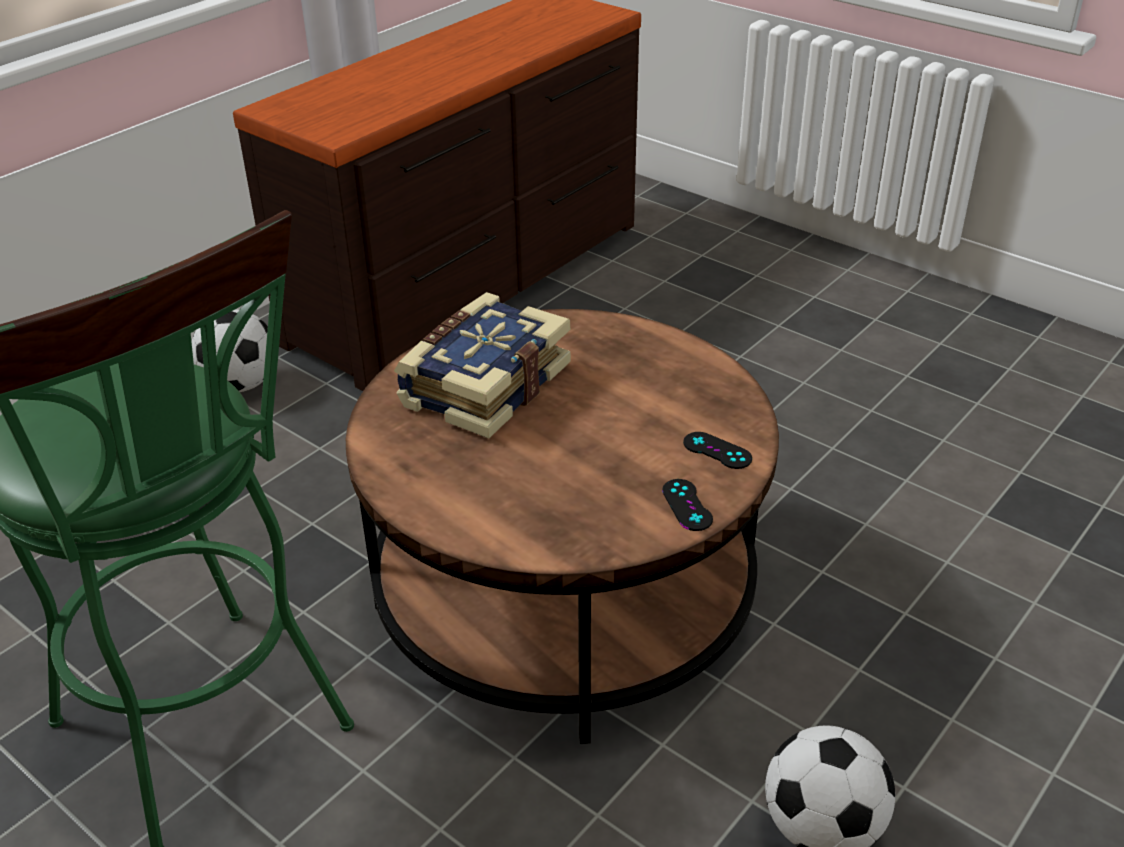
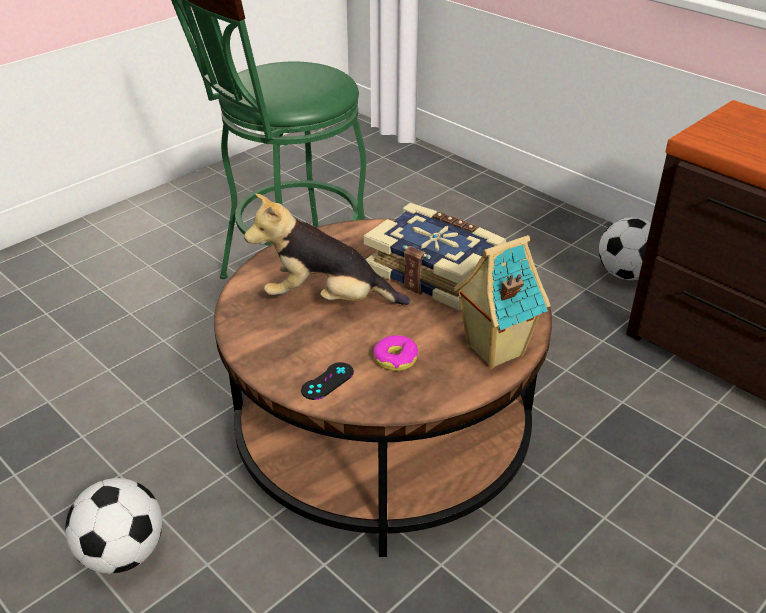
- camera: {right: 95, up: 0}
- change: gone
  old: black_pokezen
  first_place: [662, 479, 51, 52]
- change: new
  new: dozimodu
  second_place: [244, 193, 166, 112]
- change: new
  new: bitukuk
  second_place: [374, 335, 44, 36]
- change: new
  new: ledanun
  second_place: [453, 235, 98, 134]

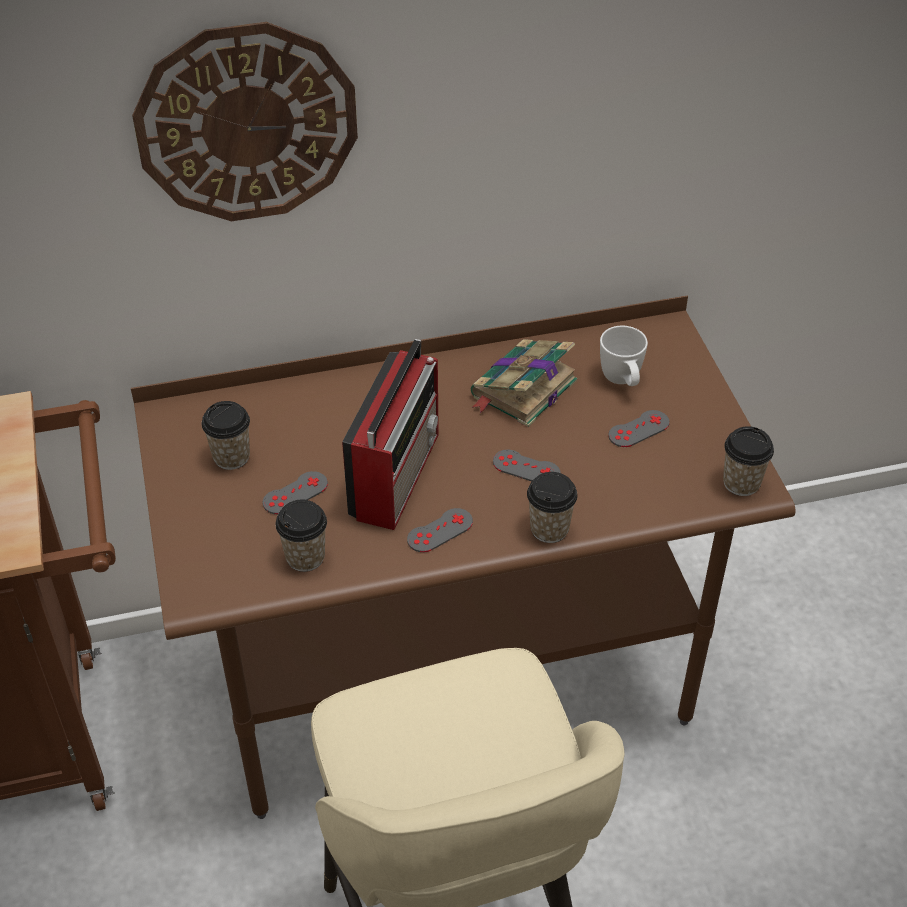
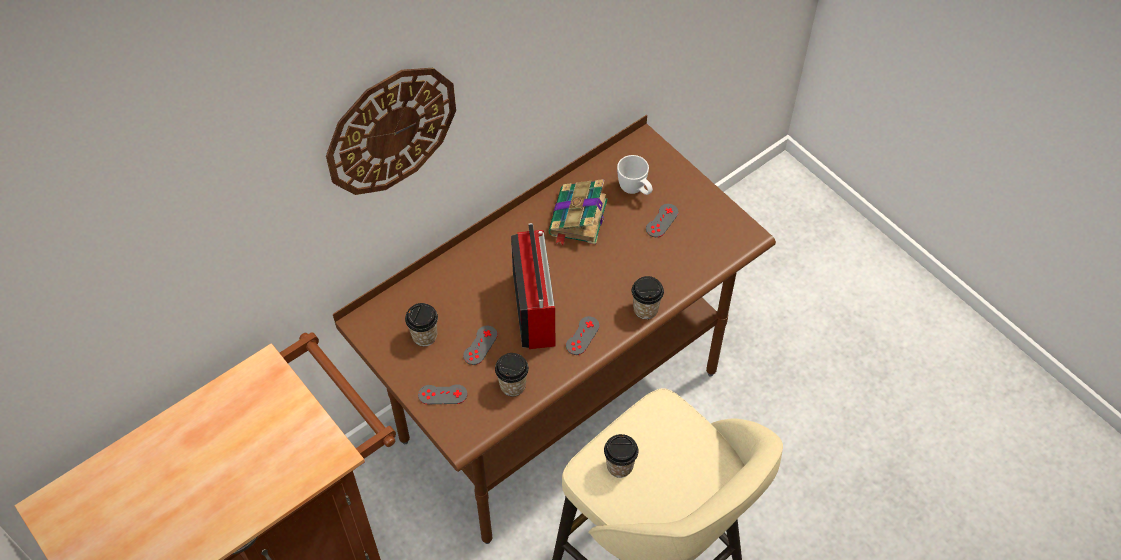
- camera: {right: -25, up: 10}
- change: shifted
  old: grey_pokezen
  first_place: [493, 450, 68, 31]
  second_place: [418, 384, 50, 20]
- change: shifted
  old: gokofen
  first_place: [723, 426, 51, 70]
  second_place: [604, 434, 35, 44]

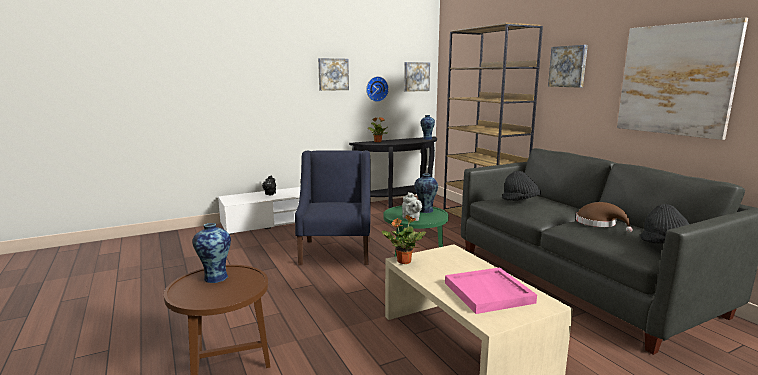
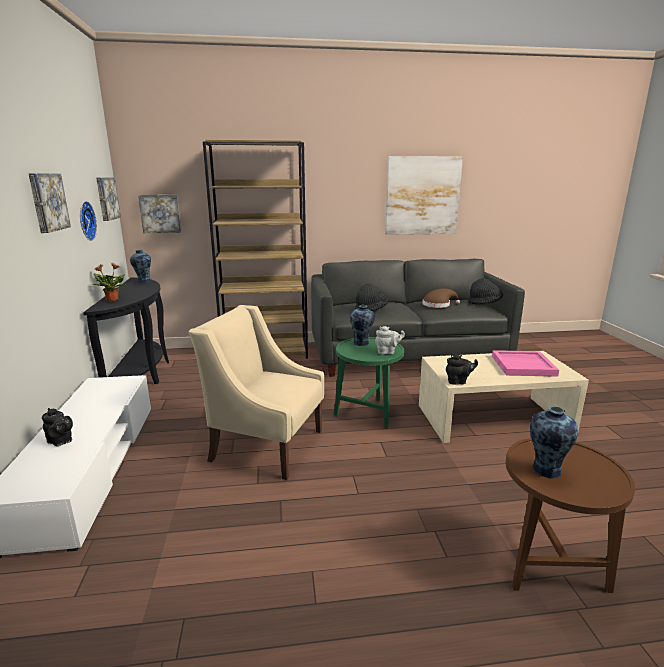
- camera: {right: -70, up: 5}
- change: shifted
  old: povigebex
  first_place: [548, 45, 40, 43]
  second_place: [138, 195, 43, 38]
- change: swapped
  old: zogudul
  new: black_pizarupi
  first_place: [382, 215, 44, 49]
  second_place: [446, 354, 32, 30]
- change: repainted
  old: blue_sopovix
  new: beige_sopovix
  first_place: [295, 150, 76, 115]
  second_place: [189, 305, 135, 175]

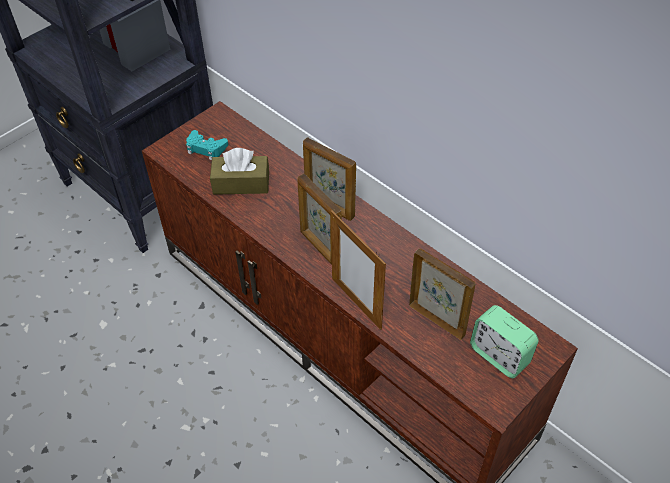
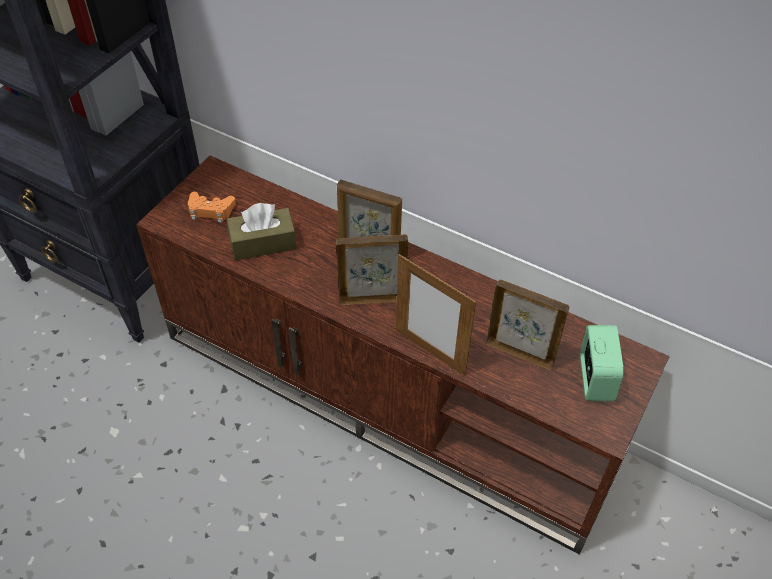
- camera: {right: -15, up: 0}
- change: repainted
  old: turquoise_pokezen
  new: orange_pokezen
  first_place: [186, 130, 42, 30]
  second_place: [188, 192, 48, 31]
- change: rotated
  old: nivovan
  first_place: [297, 174, 45, 91]
  second_place: [336, 234, 72, 71]
  degrees: 135
- change: rotated
  old: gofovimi
  first_place: [470, 305, 69, 73]
  second_place: [580, 325, 44, 76]
  degrees: -120

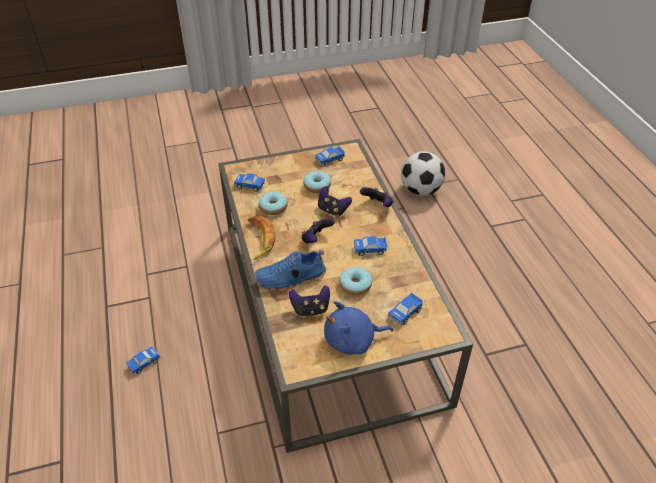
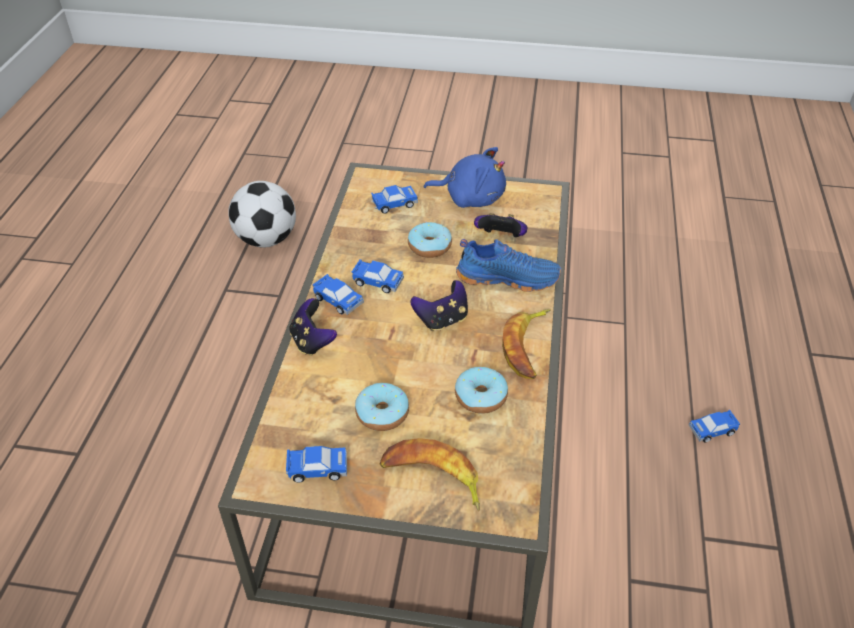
- camera: {right: -155, up: 0}
- change: gone
  old: pokezen
  first_place: [318, 186, 34, 31]
- change: new
  new: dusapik
  second_place: [379, 438, 101, 73]
- change: shifted
  old: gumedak
  first_place: [234, 173, 31, 19]
  second_place: [313, 274, 51, 41]
- change: shifted
  old: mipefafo
  first_place: [401, 151, 44, 45]
  second_place: [228, 181, 68, 67]

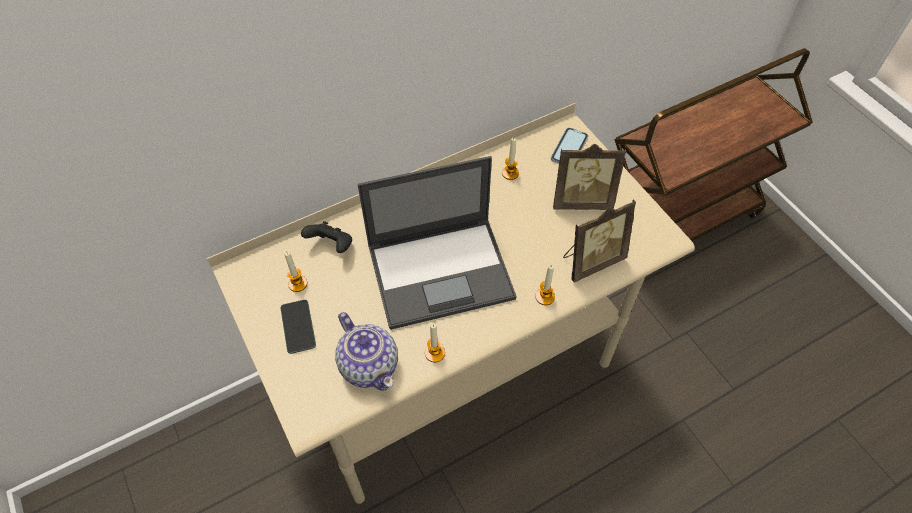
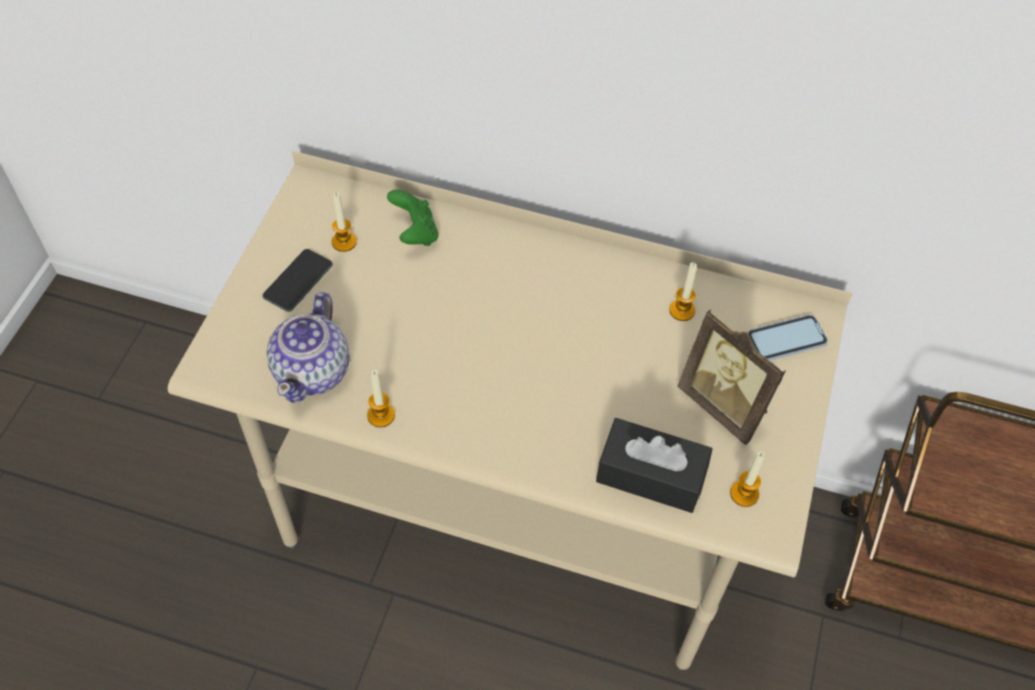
- camera: {right: 45, up: 0}
- change: gone
  old: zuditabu
  first_place: [358, 156, 159, 174]
- change: shifted
  old: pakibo
  first_place: [535, 265, 20, 40]
  second_place: [730, 452, 35, 55]
- change: swapped
  old: nivovan
  new: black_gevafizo
  first_place: [563, 200, 73, 83]
  second_place: [596, 418, 116, 95]
- change: repainted
  old: black_pokezen
  new: green_pokezen
  first_place: [301, 221, 51, 32]
  second_place: [387, 189, 52, 57]

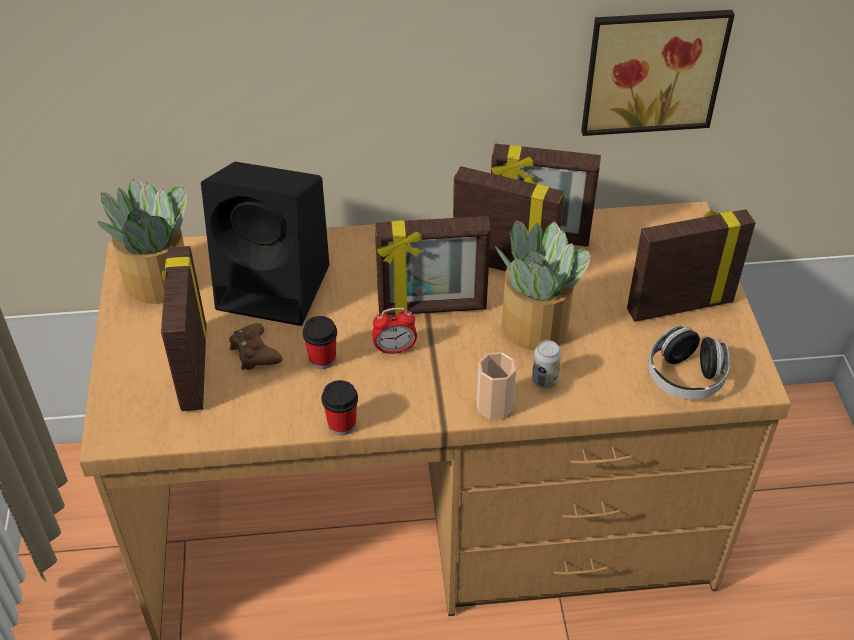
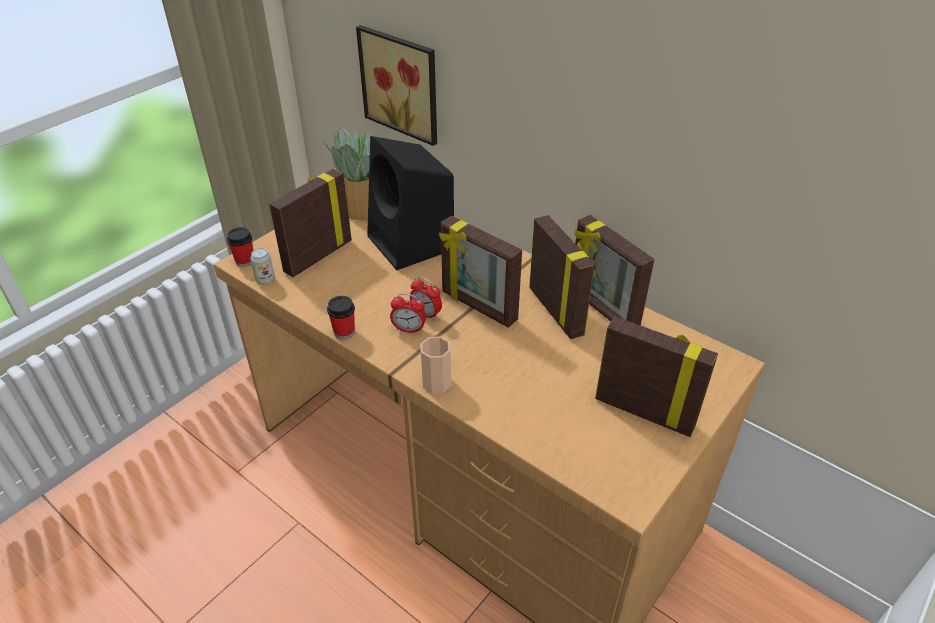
- camera: {right: 45, up: -5}
- change: gone
  old: brown_pokezen
  first_place: [229, 323, 54, 47]
- change: gone
  old: zogudul
  first_place: [495, 221, 96, 130]
- change: gone
  old: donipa
  first_place: [648, 326, 82, 73]
- change: new
  new: gofovimi
  second_place: [390, 293, 36, 40]
- change: shifted
  old: gokofen
  first_place: [303, 316, 34, 53]
  second_place: [227, 227, 26, 40]
- change: shifted
  old: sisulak
  first_place: [532, 340, 29, 48]
  second_place: [250, 248, 25, 37]
- change: shifted
  old: povigebex
  first_place: [581, 10, 154, 126]
  second_place: [356, 25, 81, 121]

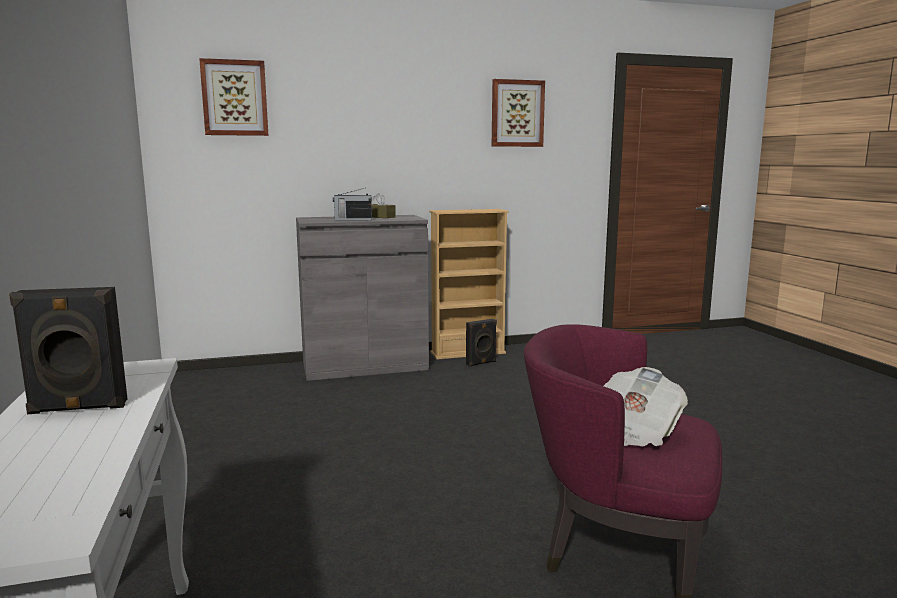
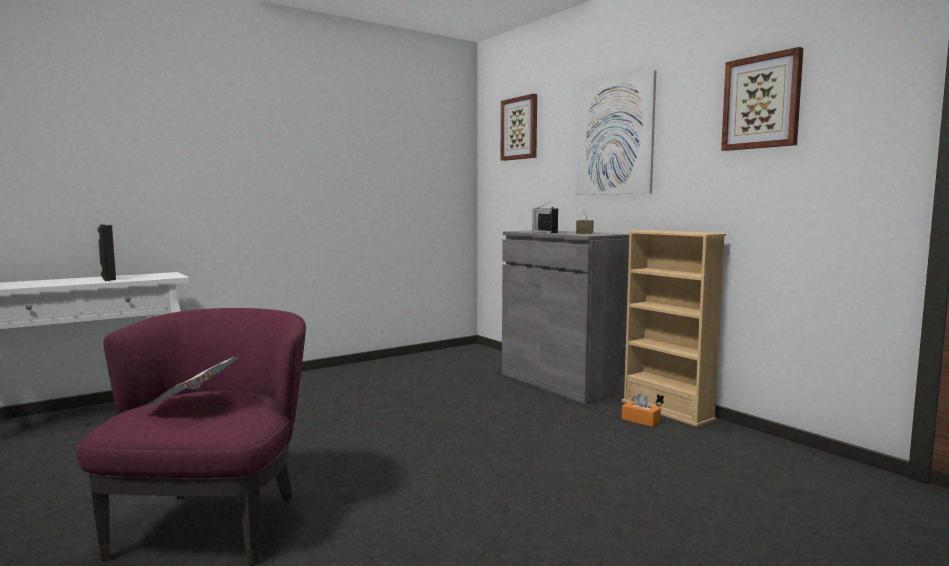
- camera: {right: 70, up: -5}
- change: new
  new: povigebex
  second_place: [576, 70, 80, 125]
- change: swapped
  old: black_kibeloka
  new: orange_gevafizo
  first_place: [466, 319, 31, 48]
  second_place: [622, 393, 39, 34]

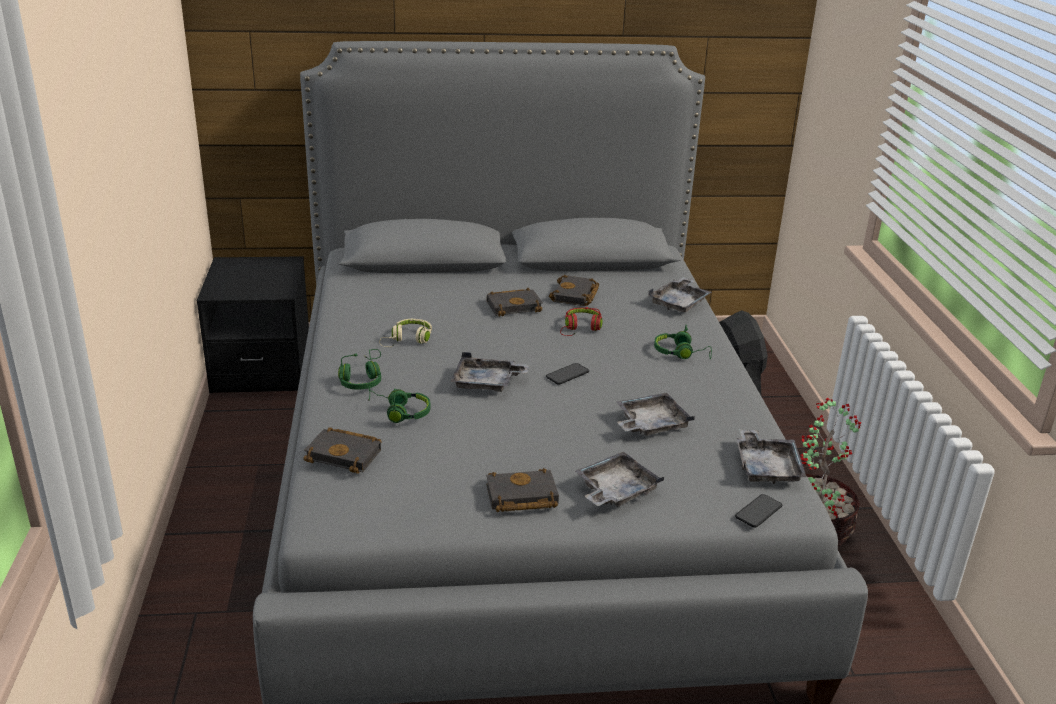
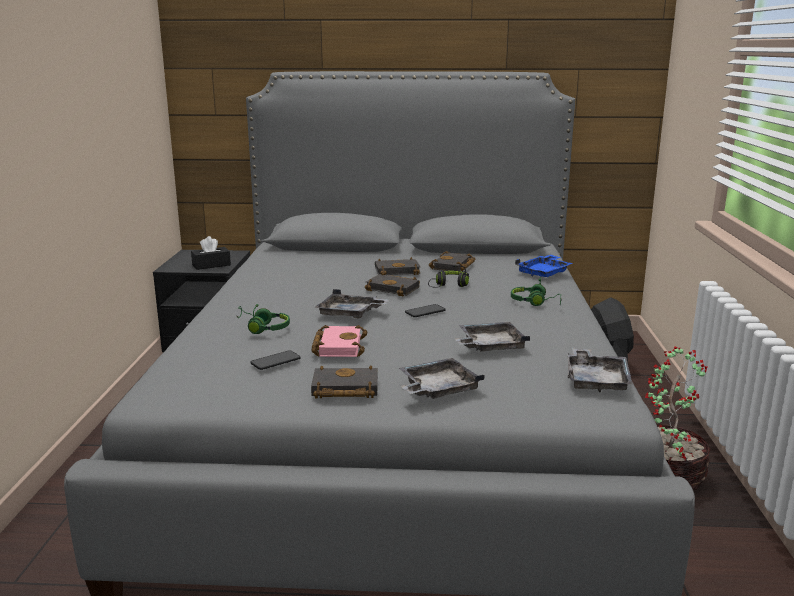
- camera: {right: 10, up: -10}
- change: gone
  old: green_donipa
  first_place: [338, 349, 43, 41]
- change: gone
  old: beige_donipa
  first_place: [379, 318, 53, 29]
- change: new
  new: black_gevafizo
  second_place: [191, 236, 40, 34]
- change: new
  new: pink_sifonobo
  second_place: [311, 325, 56, 32]
- change: shifted
  old: black_sifonobo
  first_place: [303, 427, 79, 47]
  second_place: [365, 272, 55, 24]
- change: shifted
  old: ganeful
  first_place: [735, 494, 47, 34]
  second_place: [251, 350, 50, 20]
- change: repainted
  old: red_donipa
  new: black_donipa
  first_place: [560, 307, 42, 29]
  second_place: [428, 265, 41, 23]
- change: repainted
  old: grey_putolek
  new: blue_putolek
  first_place: [648, 277, 64, 35]
  second_place: [515, 255, 58, 22]

